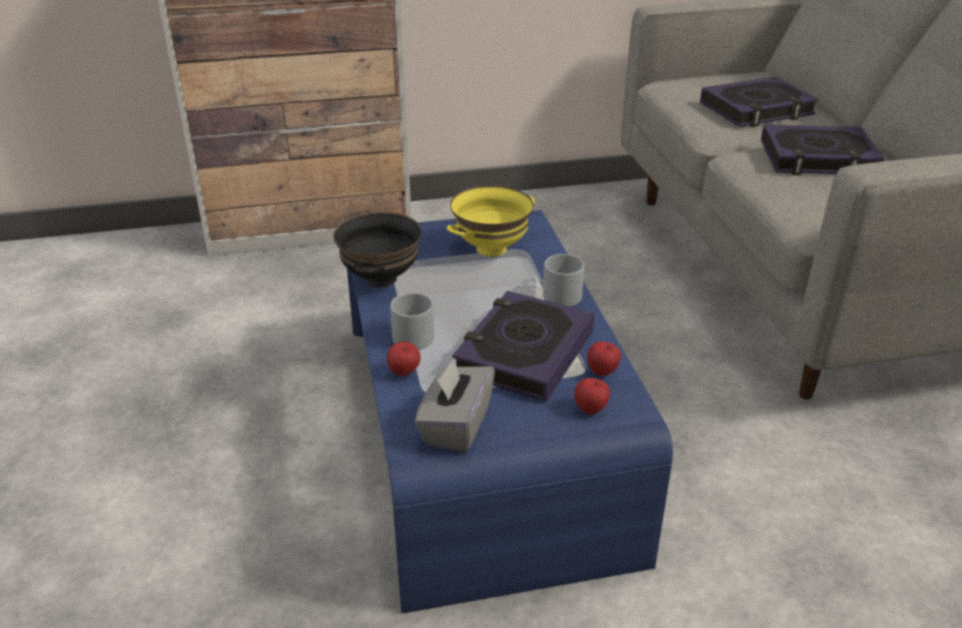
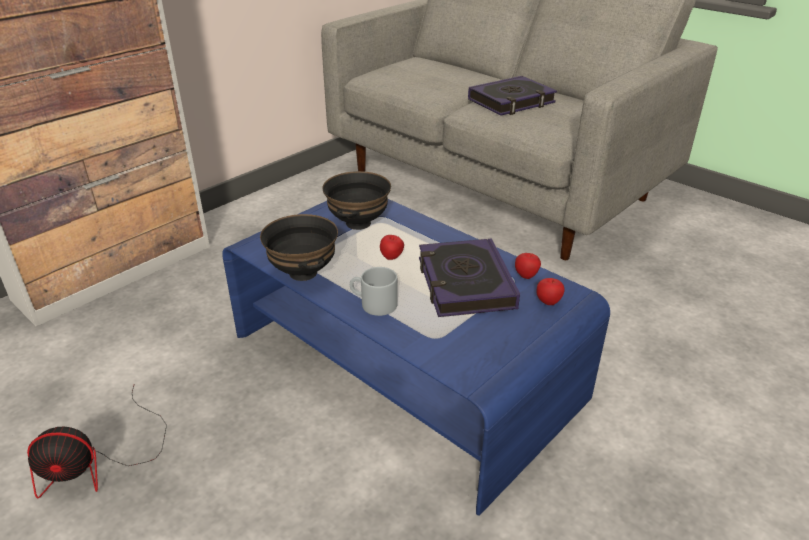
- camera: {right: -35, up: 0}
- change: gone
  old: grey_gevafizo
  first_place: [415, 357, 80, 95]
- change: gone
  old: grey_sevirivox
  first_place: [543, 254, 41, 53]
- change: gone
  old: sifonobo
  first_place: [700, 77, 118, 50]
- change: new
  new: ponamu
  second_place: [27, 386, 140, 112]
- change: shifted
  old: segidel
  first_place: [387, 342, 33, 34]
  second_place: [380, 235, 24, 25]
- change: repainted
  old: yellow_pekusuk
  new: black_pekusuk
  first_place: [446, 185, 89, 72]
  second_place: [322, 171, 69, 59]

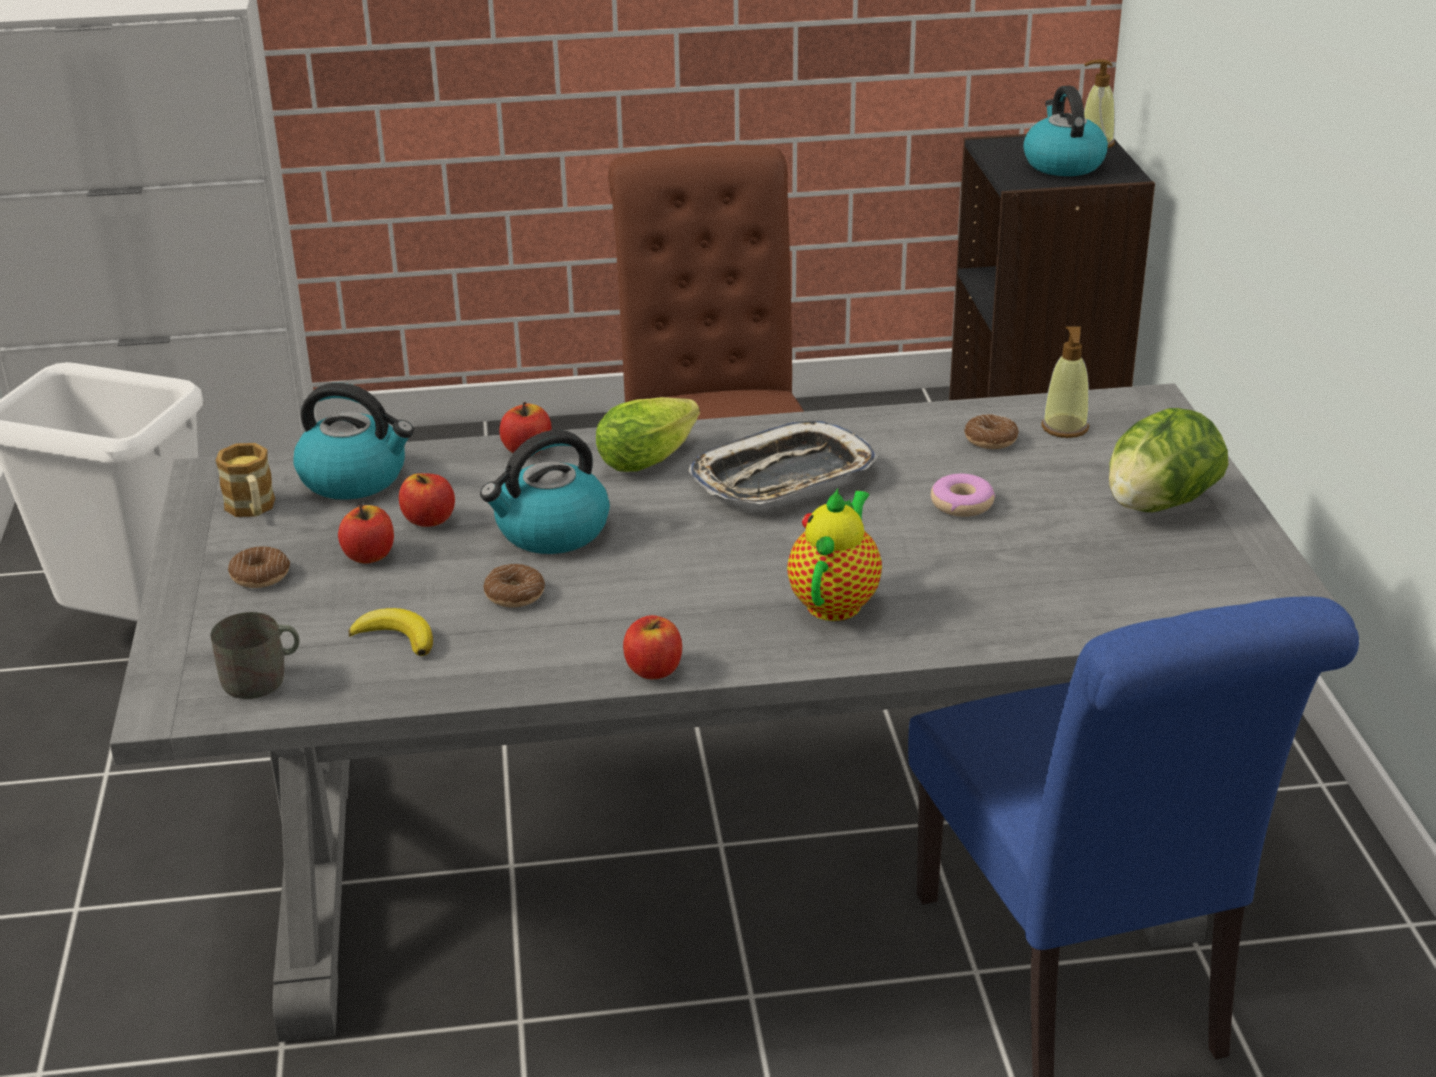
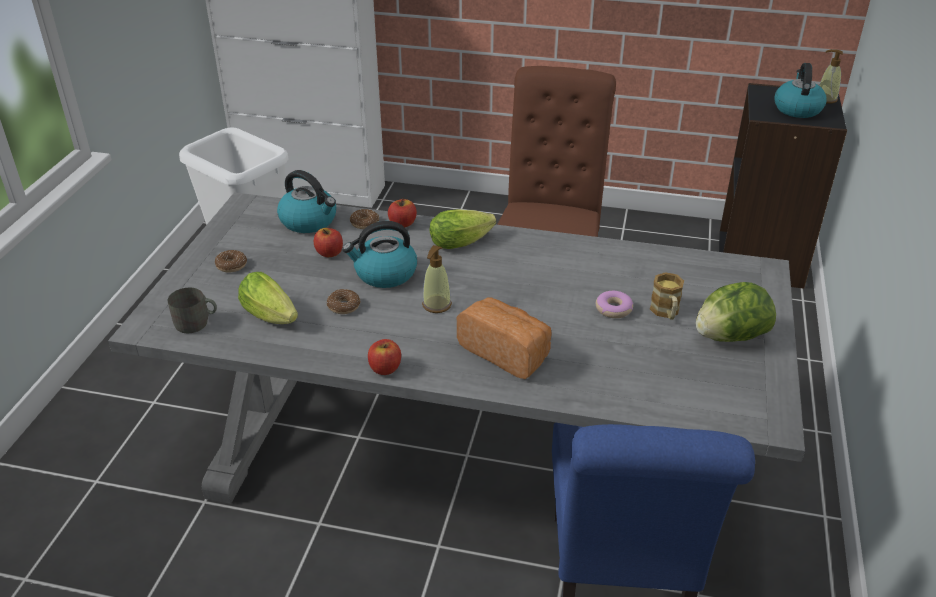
- camera: {right: 20, up: 5}
- change: gone
  old: segidel
  first_place: [338, 505, 56, 58]
- change: gone
  old: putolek
  first_place: [688, 420, 190, 84]
- change: shifted
  old: sevirivox
  first_place: [215, 443, 60, 74]
  second_place: [650, 272, 34, 48]
- change: shifted
  old: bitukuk
  first_place: [964, 414, 55, 35]
  second_place: [350, 209, 29, 20]
- change: shifted
  old: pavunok
  first_place: [1041, 326, 48, 112]
  second_place: [422, 245, 30, 68]
- change: swapped
  old: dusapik
  new: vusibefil
  first_place: [348, 608, 85, 48]
  second_place: [238, 272, 60, 52]
- change: swapped
  old: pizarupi
  new: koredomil
  first_place: [787, 489, 95, 132]
  second_place: [457, 297, 95, 82]

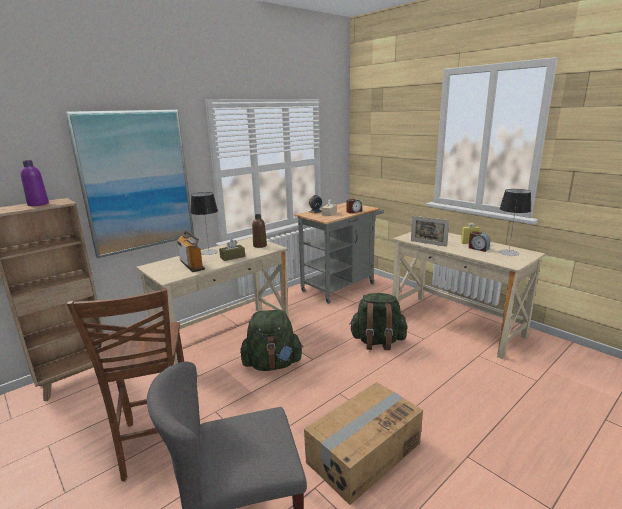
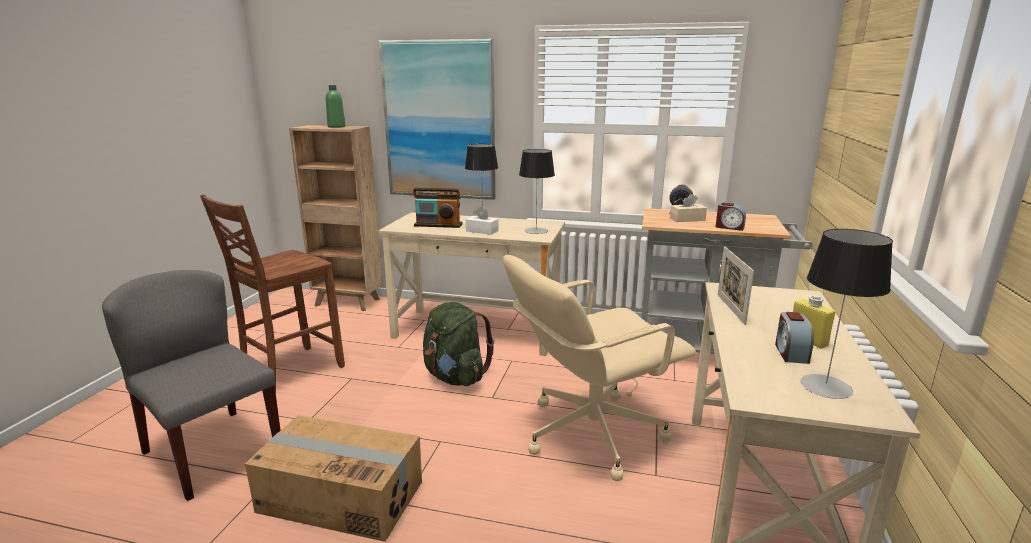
- camera: {right: 55, up: 0}
- change: swapped
  old: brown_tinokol
  new: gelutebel
  first_place: [252, 214, 15, 34]
  second_place: [519, 149, 36, 85]
- change: swapped
  old: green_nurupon
  new: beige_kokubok
  first_place: [349, 293, 58, 57]
  second_place: [503, 255, 193, 226]
- change: repainted
  old: purple_tinokol
  new: green_tinokol
  first_place: [20, 160, 29, 46]
  second_place: [326, 85, 19, 43]
- change: repainted
  old: brown_gevafizo
  new: white_gevafizo
  first_place: [219, 239, 26, 22]
  second_place: [466, 207, 32, 28]
- change: rotated
  old: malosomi
  first_place: [177, 231, 28, 41]
  second_place: [413, 188, 50, 40]
  degrees: 75

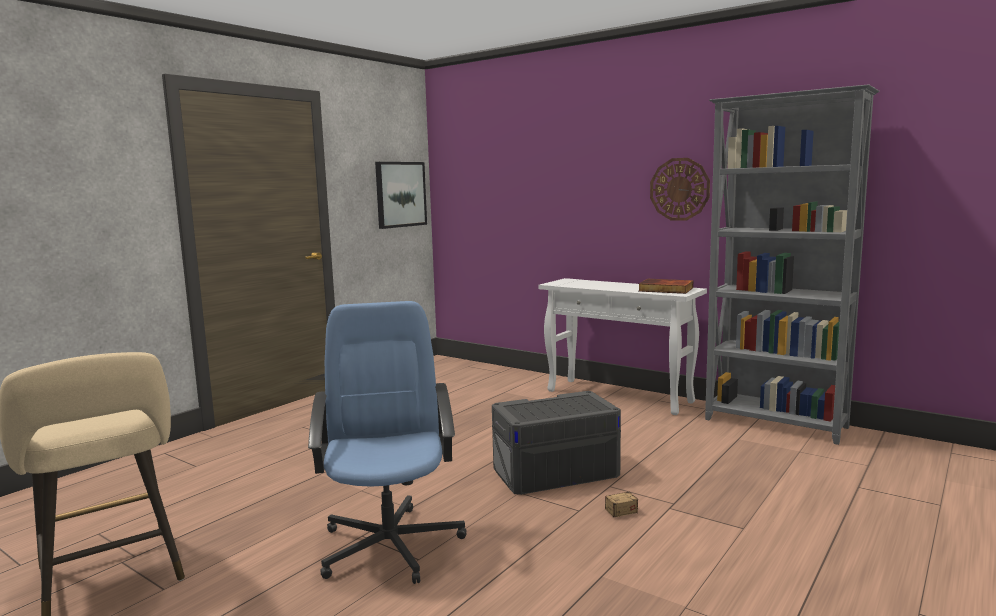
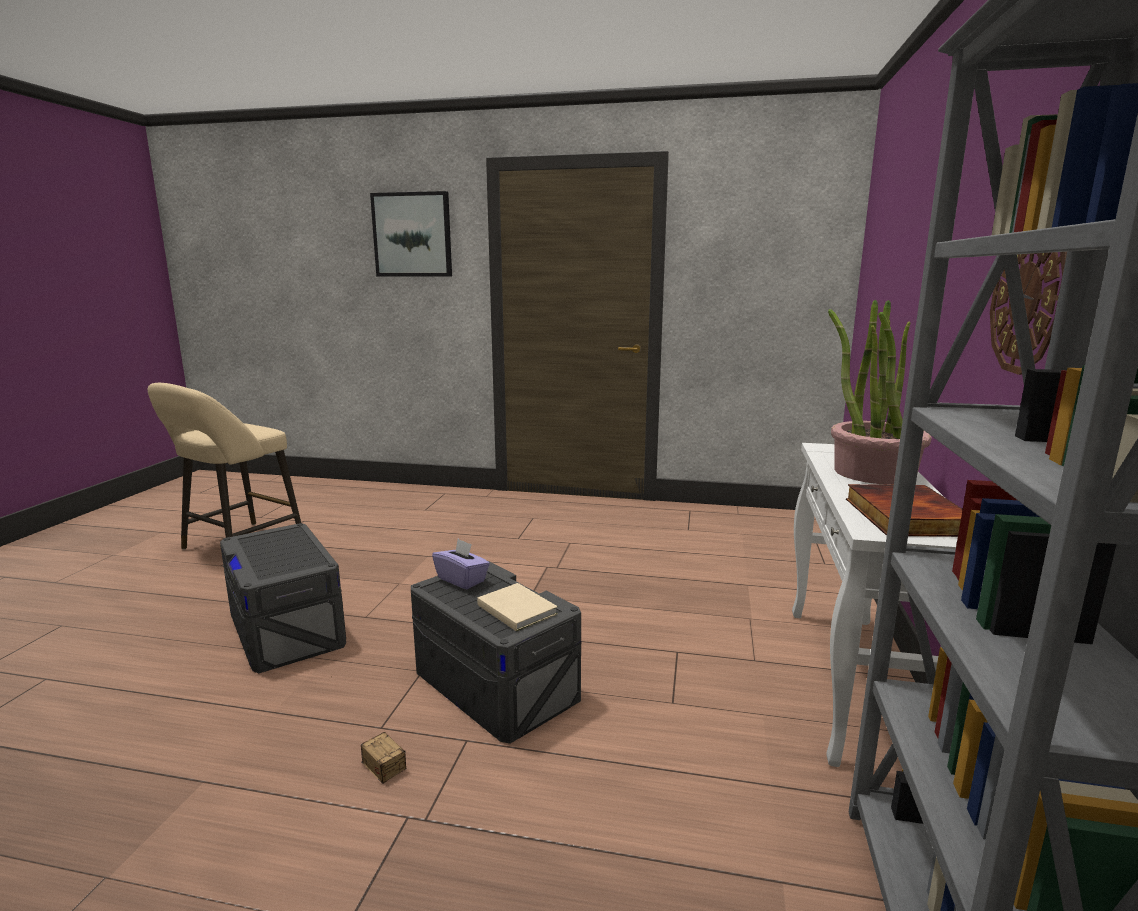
- camera: {right: 65, up: 5}
- change: new
  new: purple_gevafizo
  second_place: [432, 539, 58, 50]
- change: new
  new: beige_sifonobo
  second_place: [477, 583, 81, 48]
- change: new
  new: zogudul
  second_place: [828, 300, 104, 185]
- change: shifted
  old: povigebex
  first_place: [375, 162, 52, 67]
  second_place: [370, 191, 82, 86]
- change: swapped
  old: blue_kokubok
  new: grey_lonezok
  first_place: [308, 301, 159, 283]
  second_place: [220, 523, 126, 150]

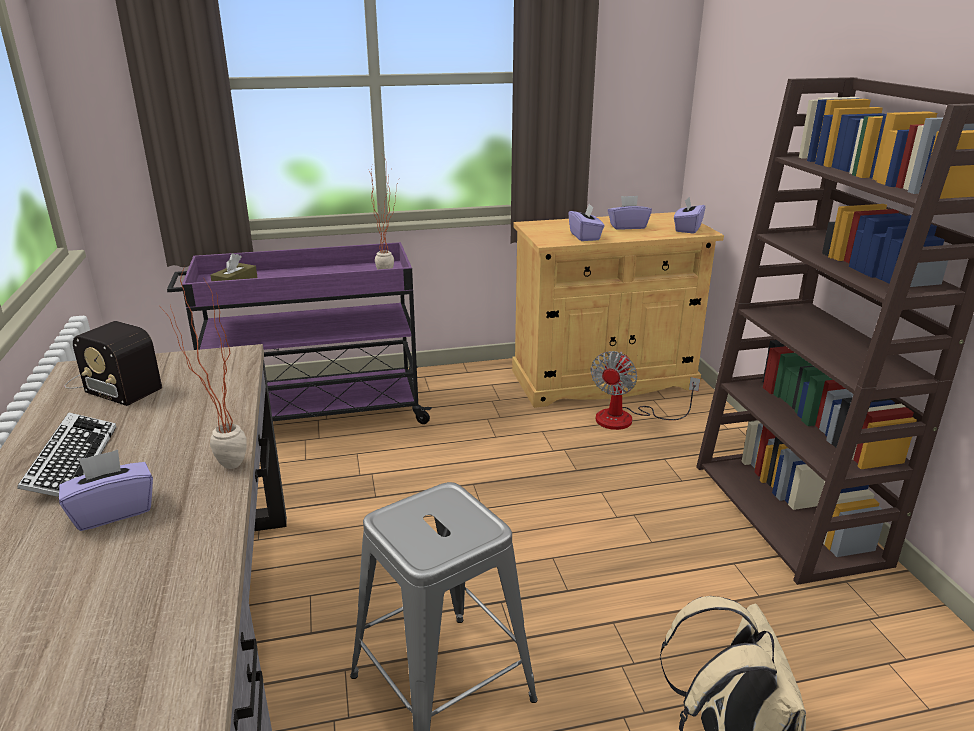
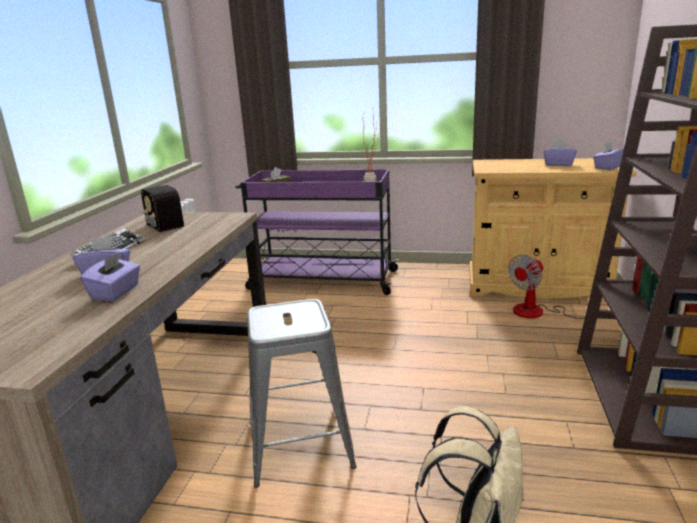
- camera: {right: 25, up: -5}
- change: gone
  old: zogudul
  first_place: [158, 266, 89, 203]
- change: shifted
  old: purple_gevafizo
  first_place: [568, 204, 36, 37]
  second_place: [80, 252, 60, 49]

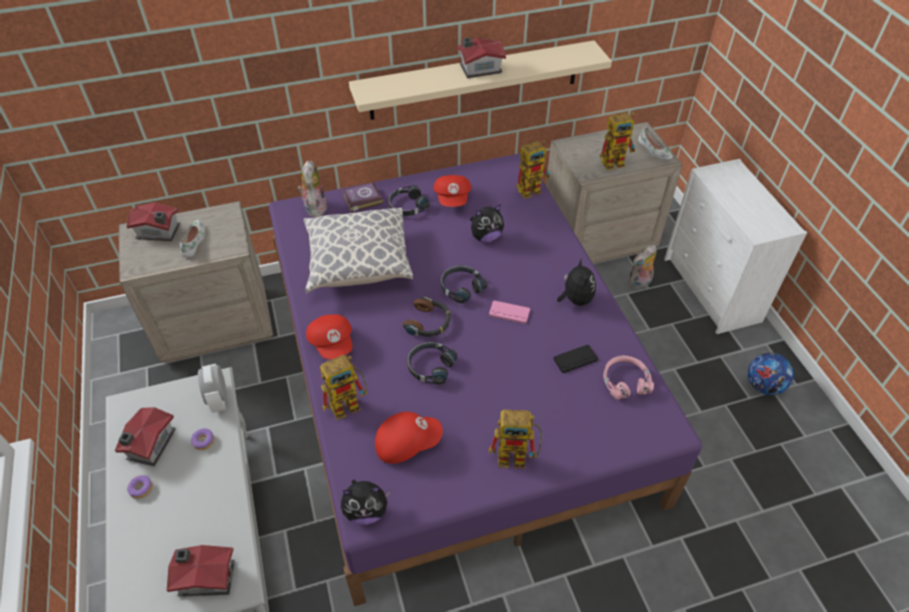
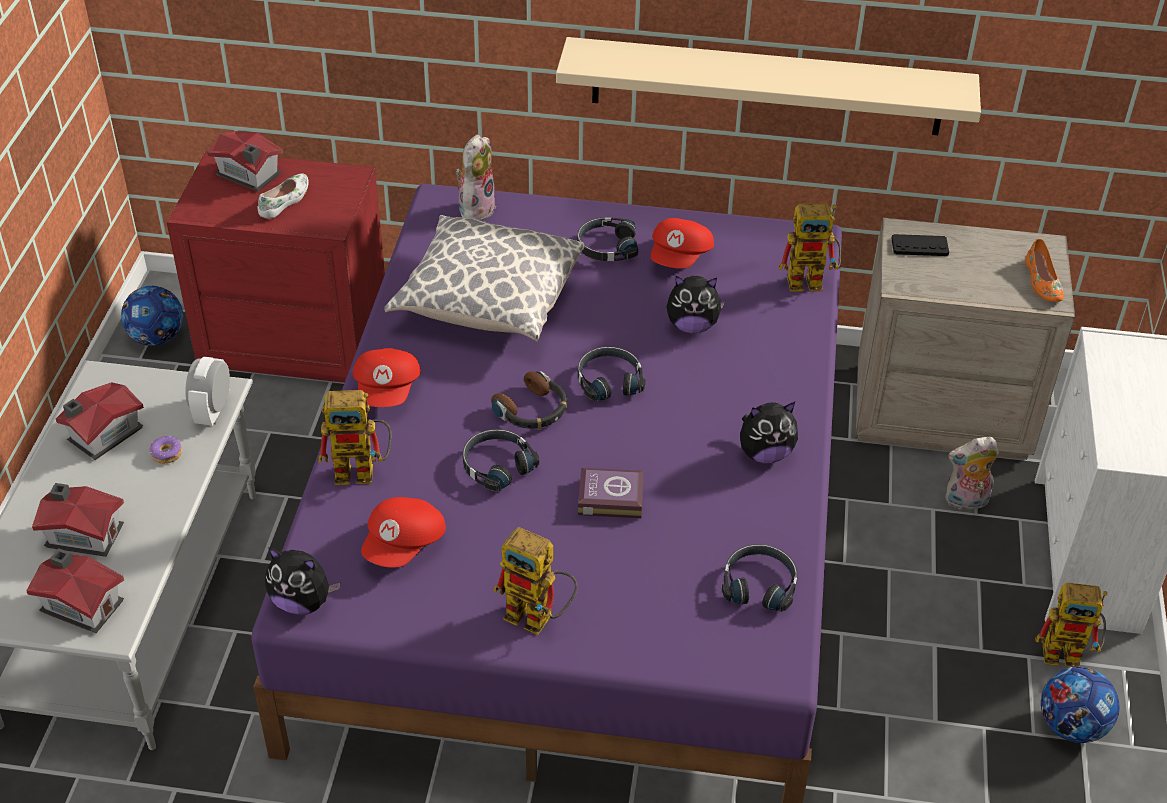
- camera: {right: 25, up: -5}
- change: gone
  old: bitukuk
  first_place: [127, 475, 26, 24]
- change: gone
  old: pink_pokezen
  first_place: [489, 301, 41, 23]
- change: new
  new: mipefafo
  second_place: [121, 286, 62, 60]
- change: shifted
  old: sifonobo
  first_place: [342, 182, 41, 30]
  second_place: [578, 468, 66, 50]
- change: shifted
  old: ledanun
  first_place: [457, 37, 49, 41]
  second_place: [32, 483, 92, 74]
- change: shifted
  old: black_pokezen
  first_place: [553, 344, 45, 29]
  second_place: [891, 234, 58, 22]
- change: shifted
  old: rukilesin
  first_place: [600, 112, 36, 58]
  second_place: [1035, 583, 72, 84]
- change: repainted
  old: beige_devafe
  new: red_devafe
  first_place: [119, 201, 154, 162]
  second_place: [167, 150, 218, 233]
- change: repainted
  old: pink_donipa
  new: black_donipa
  first_place: [603, 356, 51, 44]
  second_place: [721, 544, 76, 68]
- change: repainted
  old: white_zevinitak
  new: orange_zevinitak
  first_place: [638, 127, 34, 33]
  second_place: [1025, 239, 39, 63]
- change: rotated
  old: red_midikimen
  first_place: [375, 412, 68, 52]
  second_place: [361, 497, 85, 71]
  degrees: 105
- change: rotated
  old: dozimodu
  first_place: [557, 258, 39, 48]
  second_place: [740, 402, 58, 61]
  degrees: 60

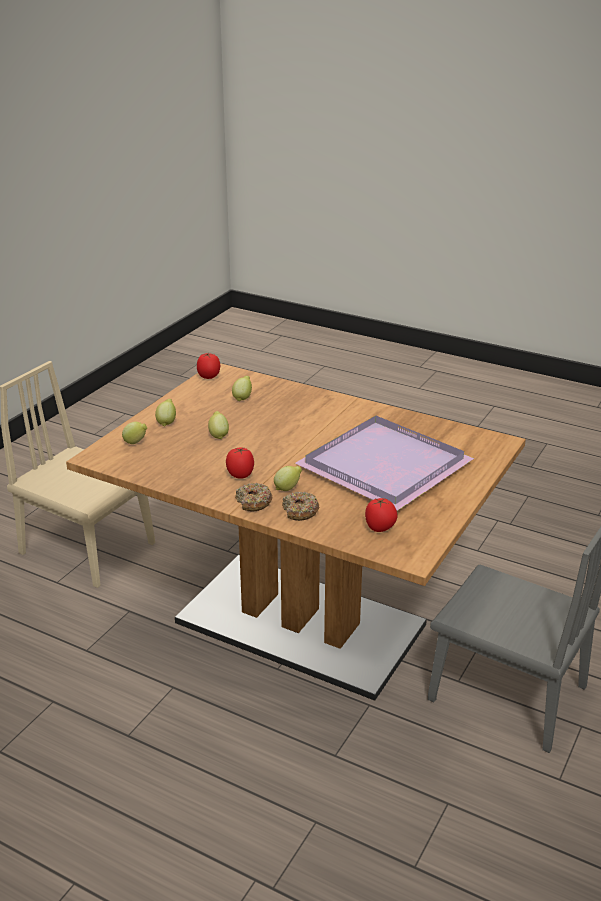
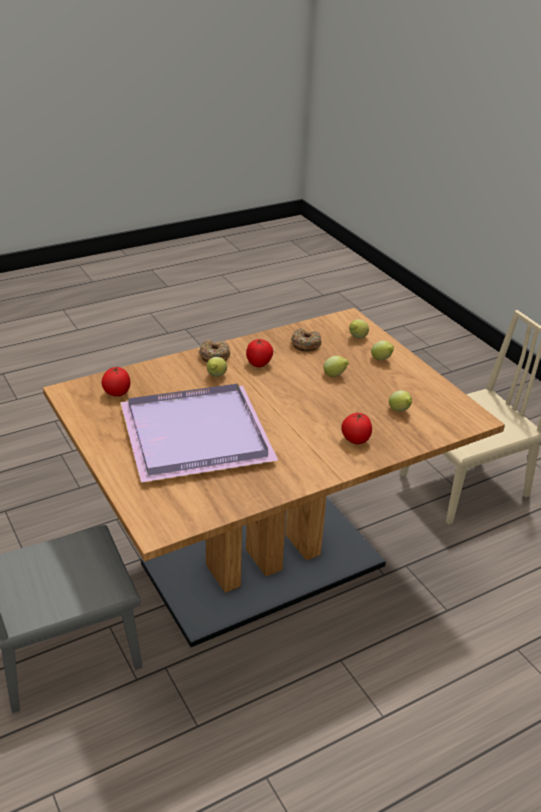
- camera: {right: 120, up: 5}
- change: shifted
  old: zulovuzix
  first_place: [197, 353, 23, 26]
  second_place: [341, 413, 31, 31]
- change: shifted
  old: bitukuk
  first_place: [282, 492, 37, 29]
  second_place: [291, 328, 30, 24]

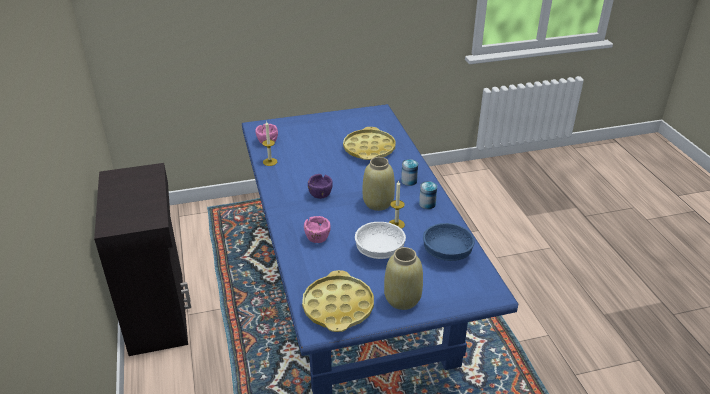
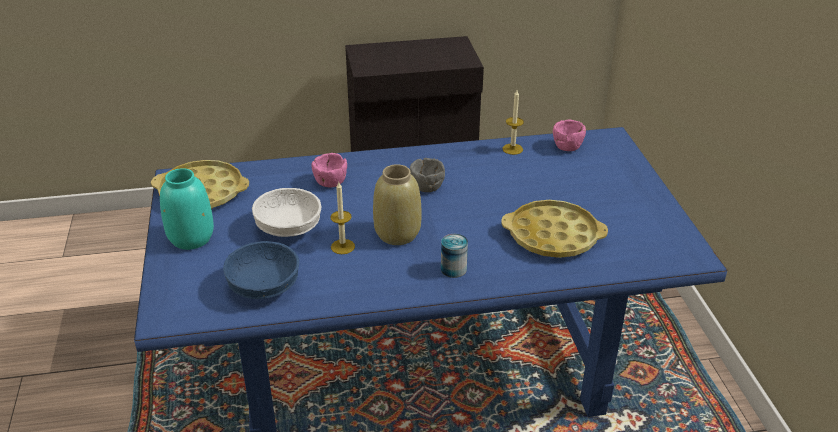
- camera: {right: 95, up: 0}
- change: gone
  old: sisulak
  first_place: [419, 181, 18, 28]
- change: repainted
  old: purple_pekusuk
  new: grey_pekusuk
  first_place: [308, 174, 25, 25]
  second_place: [410, 158, 35, 34]
- change: repainted
  old: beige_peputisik
  new: turquoise_peputisik
  first_place: [384, 247, 39, 63]
  second_place: [160, 168, 54, 82]

